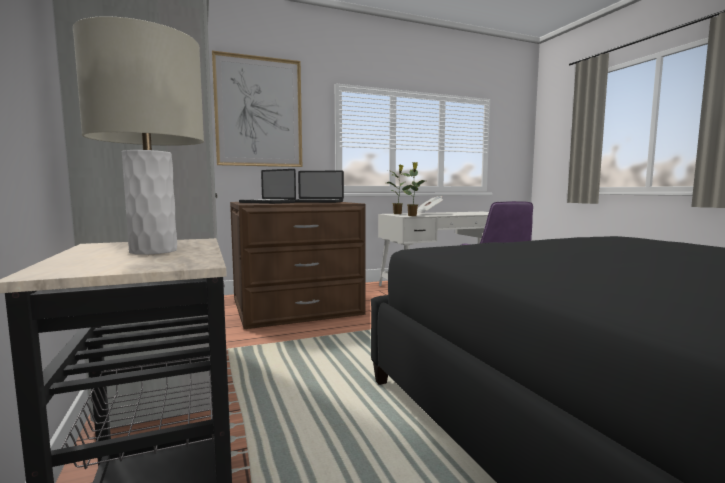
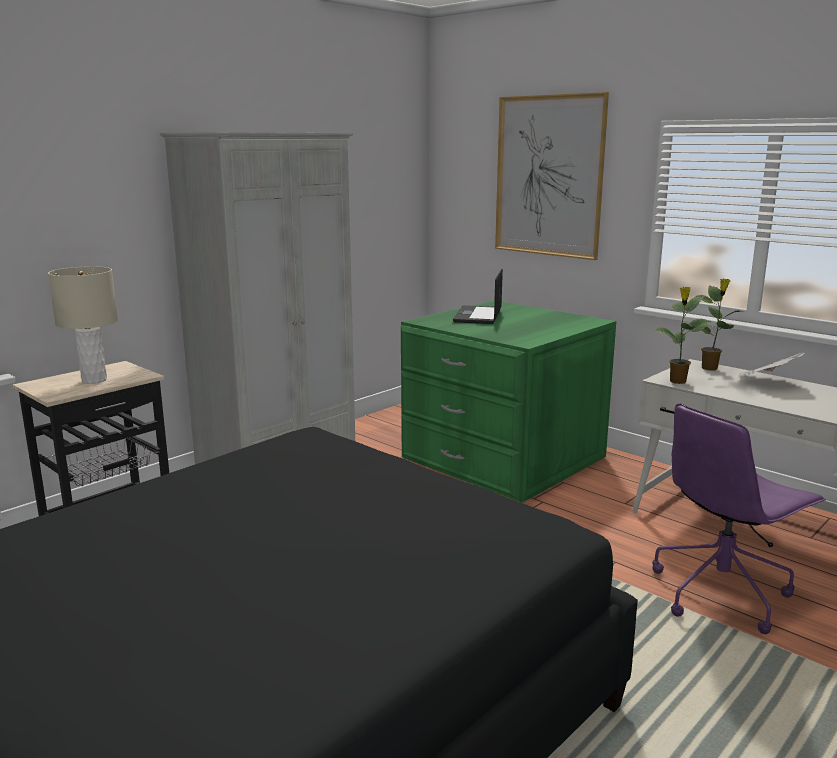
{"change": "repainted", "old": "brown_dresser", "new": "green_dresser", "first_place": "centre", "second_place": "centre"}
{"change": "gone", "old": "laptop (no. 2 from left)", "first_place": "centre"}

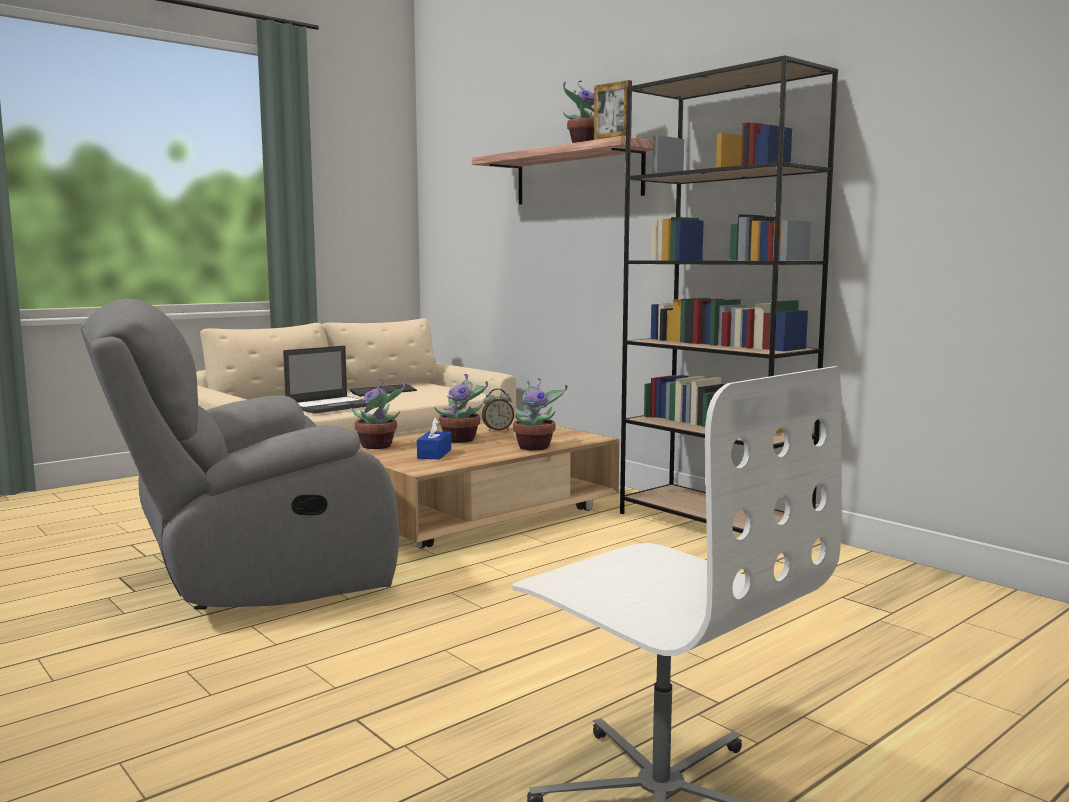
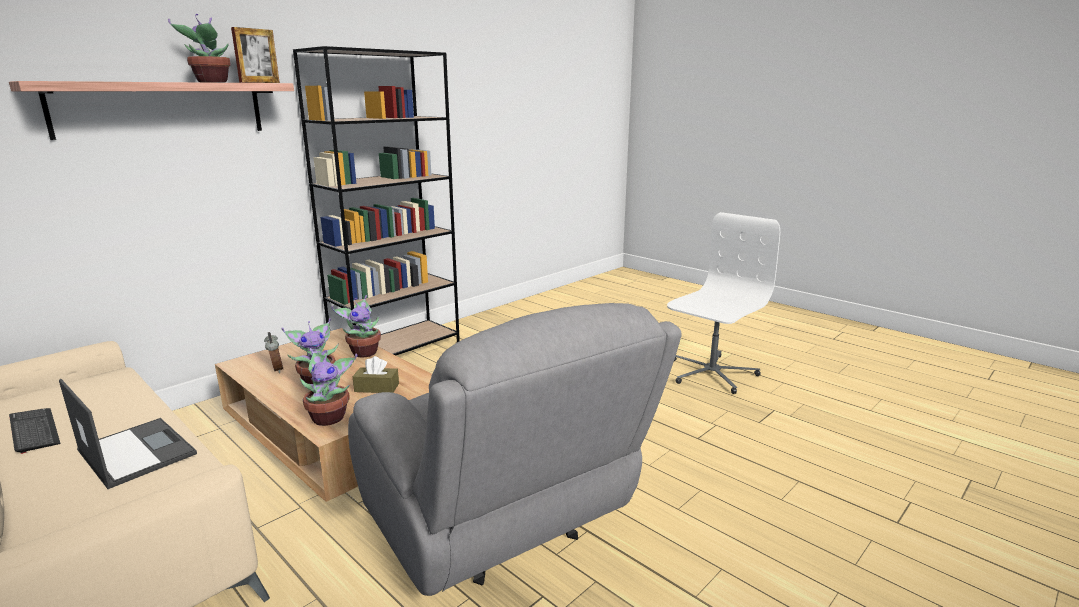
{"change": "repainted", "old": "blue_tissue_box", "new": "brown_tissue_box", "first_place": "centre", "second_place": "centre"}

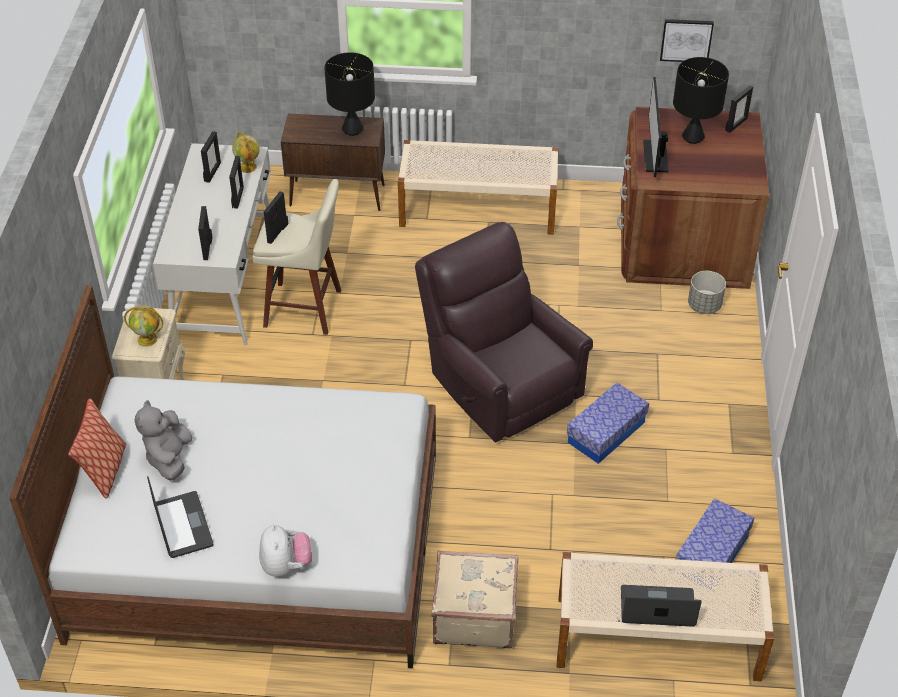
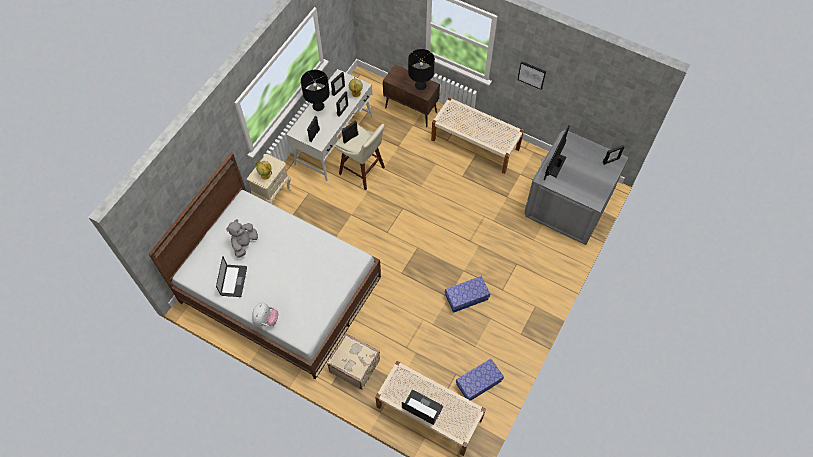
{"change": "shifted", "old": "black_table_lamp (no. 2 from left in the first image)", "new": "black_table_lamp (no. 1 from left)", "first_place": "top right", "second_place": "top centre"}
{"change": "shifted", "old": "picture", "first_place": "top right", "second_place": "top centre"}
{"change": "repainted", "old": "brown_dresser", "new": "grey_dresser", "first_place": "top right", "second_place": "middle right"}
{"change": "gone", "old": "pillow", "first_place": "middle left"}
{"change": "gone", "old": "brown_armchair", "first_place": "centre"}
{"change": "gone", "old": "grey_planter", "first_place": "middle right"}

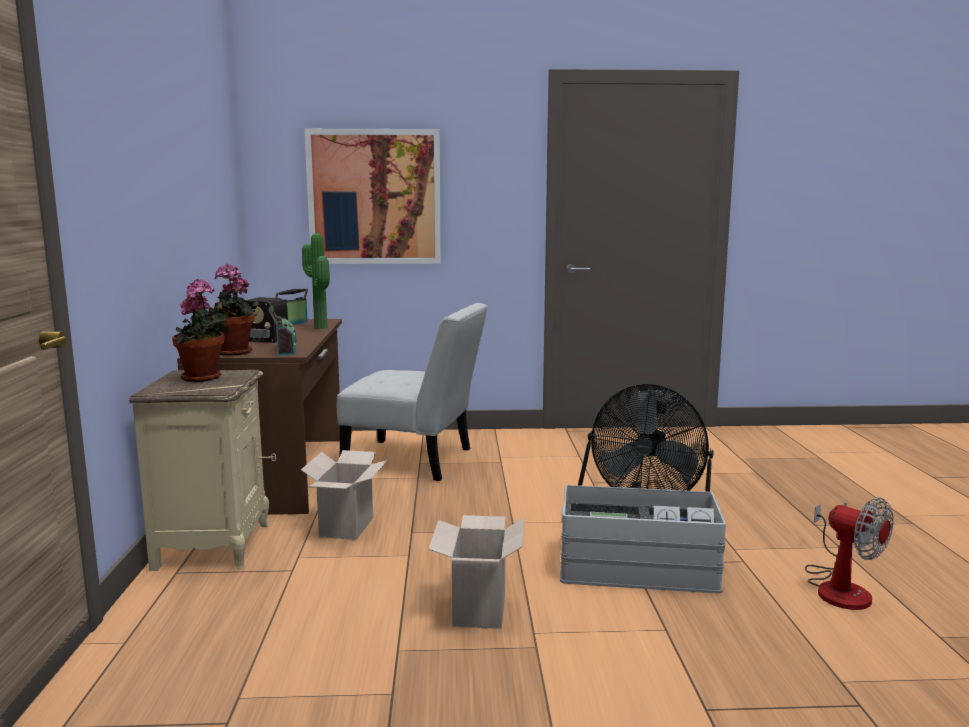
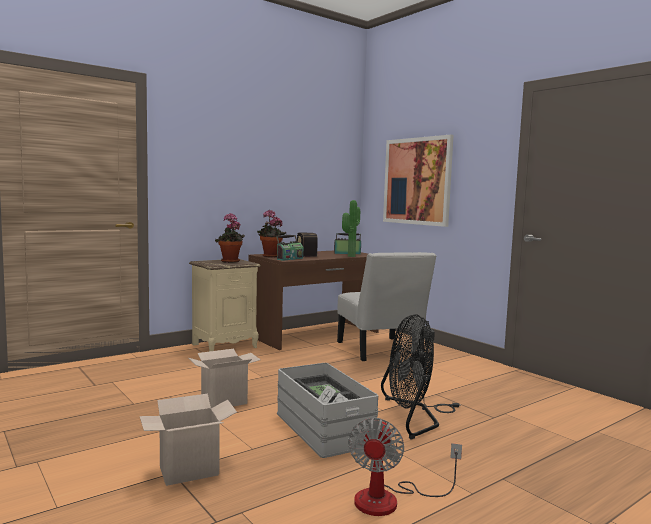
{"change": "shifted", "old": "cardboard_box (no. 1 from left)", "first_place": "bottom centre", "second_place": "bottom left"}

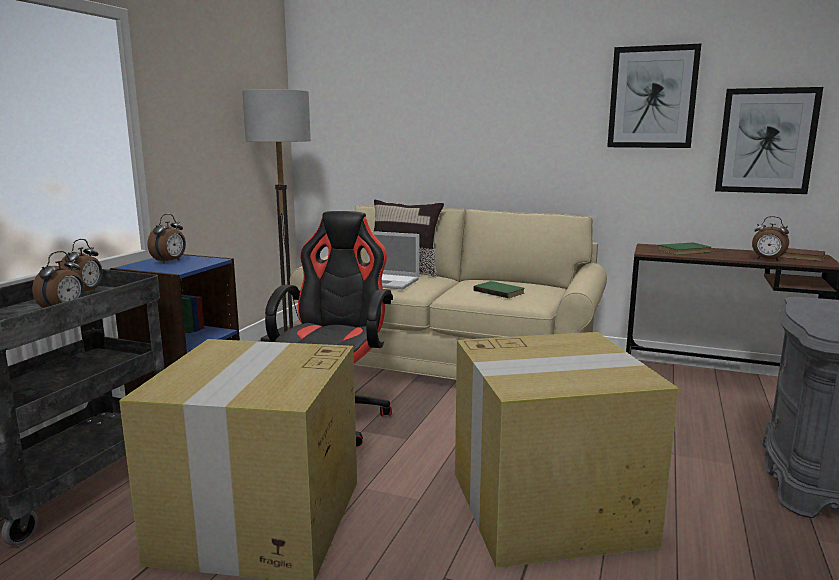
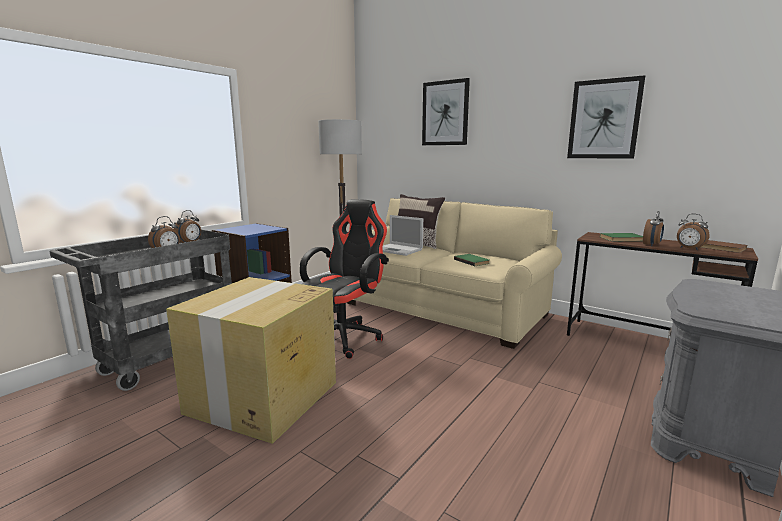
{"change": "shifted", "old": "picture (no. 2 from left in the first image)", "new": "picture (no. 1 from left)", "first_place": "top right", "second_place": "top centre"}
{"change": "shifted", "old": "alarm_clock (no. 3 from left)", "first_place": "middle left", "second_place": "middle right"}
{"change": "gone", "old": "cardboard_box (no. 2 from left)", "first_place": "bottom right"}

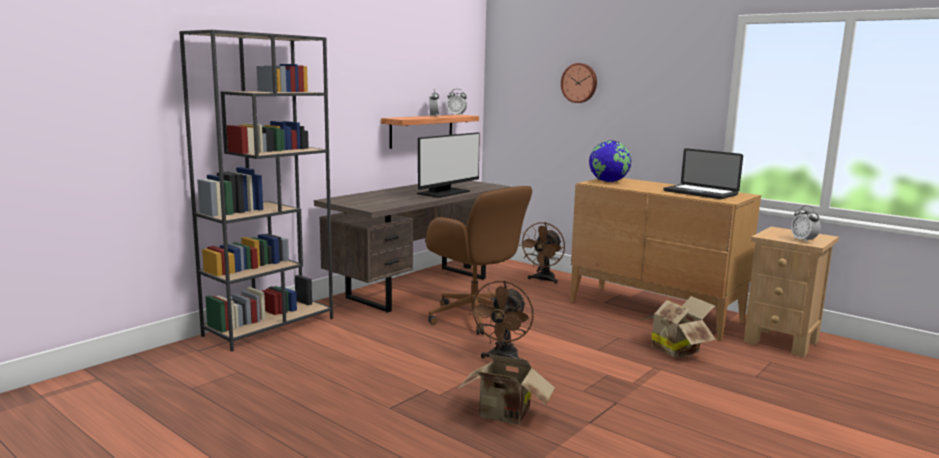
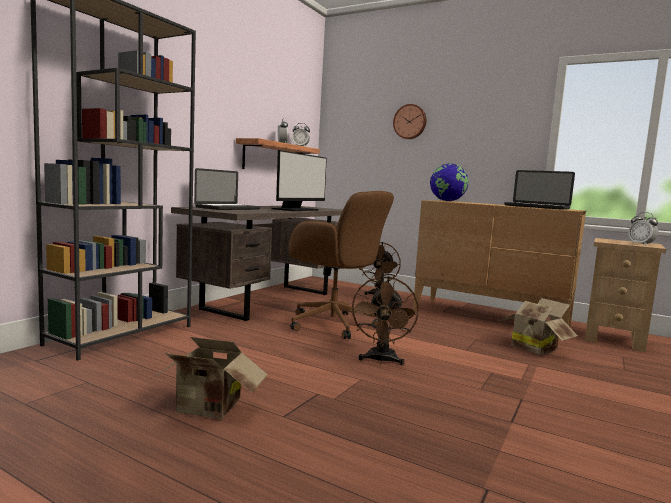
{"change": "shifted", "old": "cardboard_box (no. 1 from left)", "first_place": "bottom centre", "second_place": "bottom left"}
{"change": "new", "new": "laptop (no. 1 from left)", "second_place": "centre"}

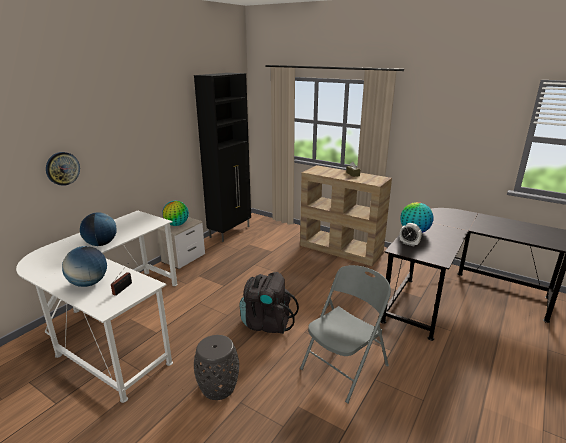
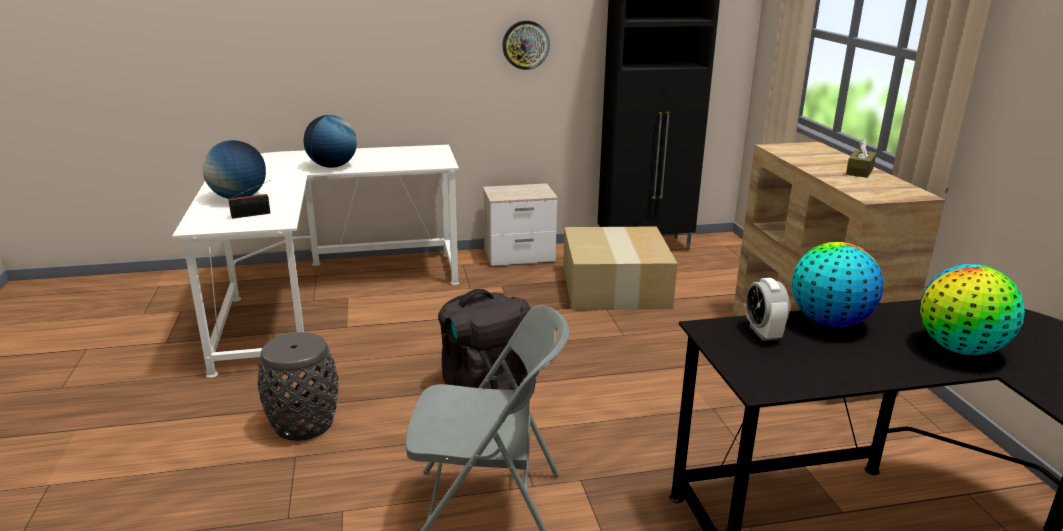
{"change": "shifted", "old": "wall_clock", "first_place": "middle left", "second_place": "top centre"}
{"change": "new", "new": "cardboard_box", "second_place": "centre"}
{"change": "shifted", "old": "globe (no. 3 from left in the first image)", "new": "globe (no. 4 from left)", "first_place": "middle left", "second_place": "middle right"}

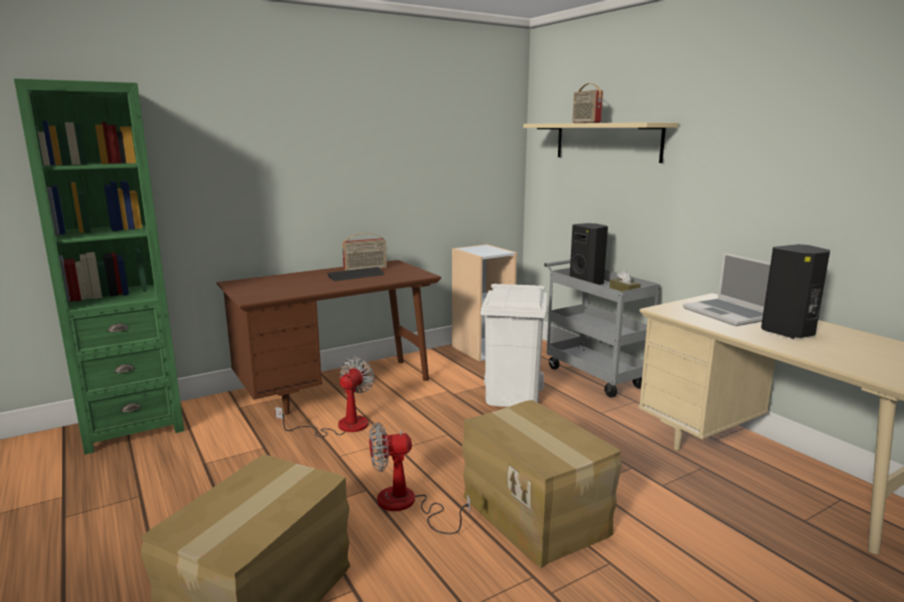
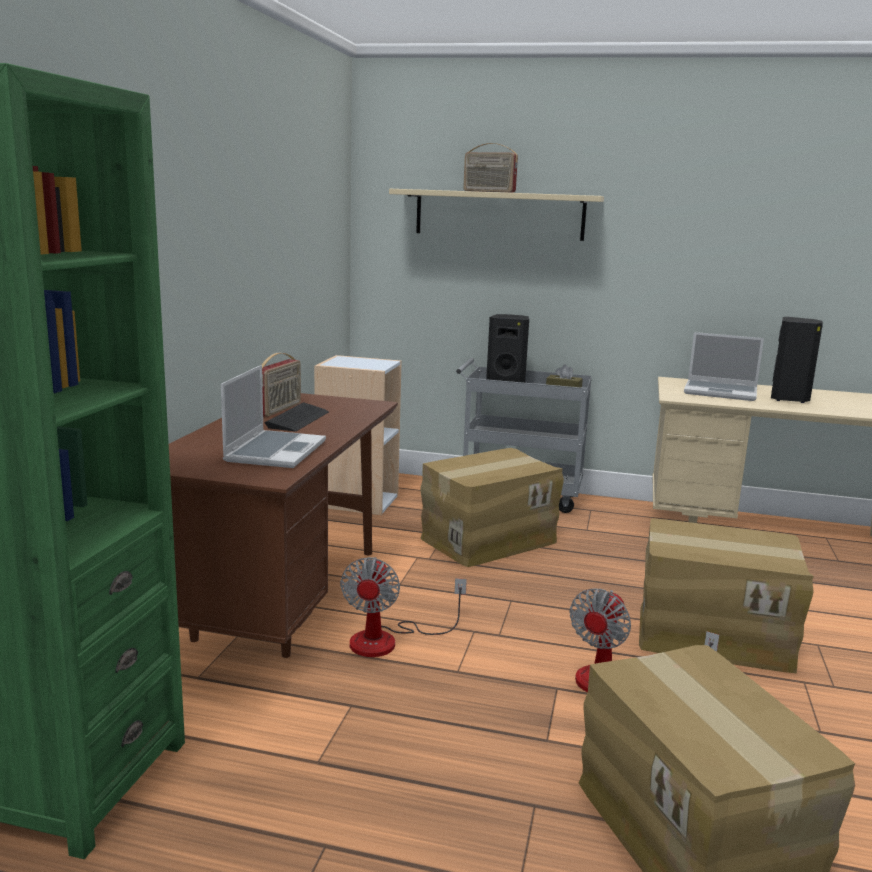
{"change": "new", "new": "laptop (no. 1 from left)", "second_place": "middle left"}
{"change": "rotated", "old": "fan (no. 1 from left)", "first_place": "centre", "second_place": "bottom centre", "degrees": -150}
{"change": "swapped", "old": "white_trash_can", "new": "cardboard_box (no. 1 from left)", "first_place": "centre", "second_place": "centre"}

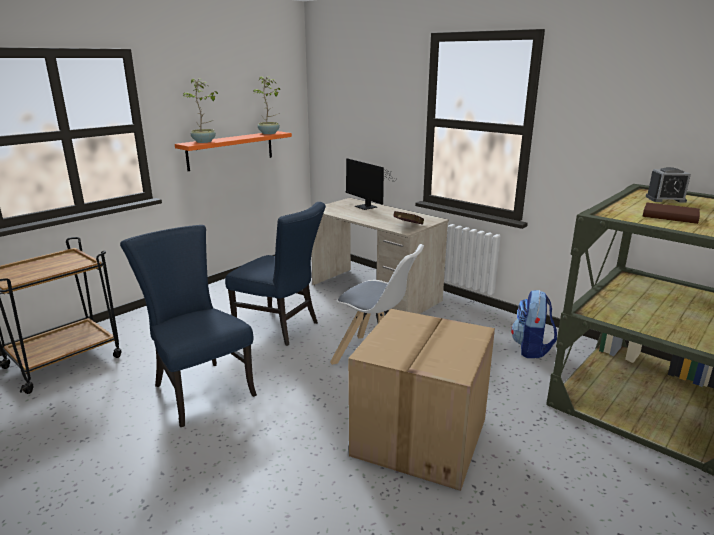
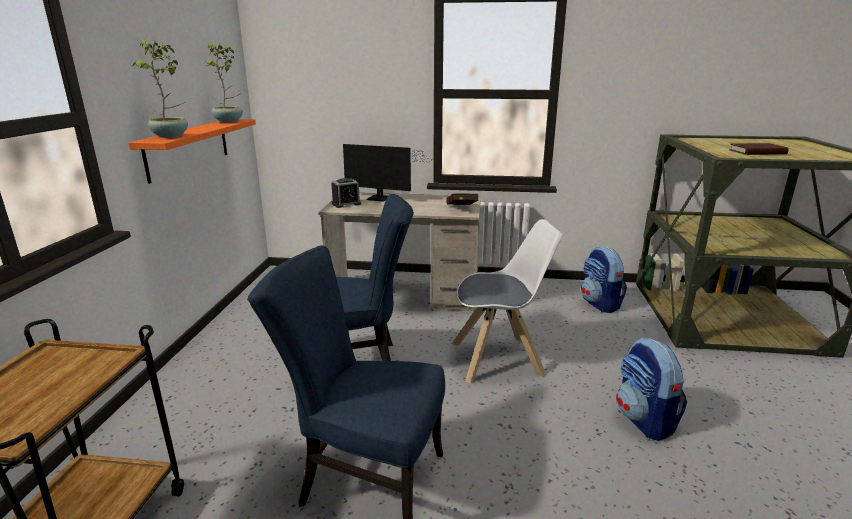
{"change": "shifted", "old": "alarm_clock", "first_place": "middle right", "second_place": "centre"}
{"change": "swapped", "old": "cardboard_box", "new": "backpack (no. 2 from left)", "first_place": "bottom centre", "second_place": "bottom right"}

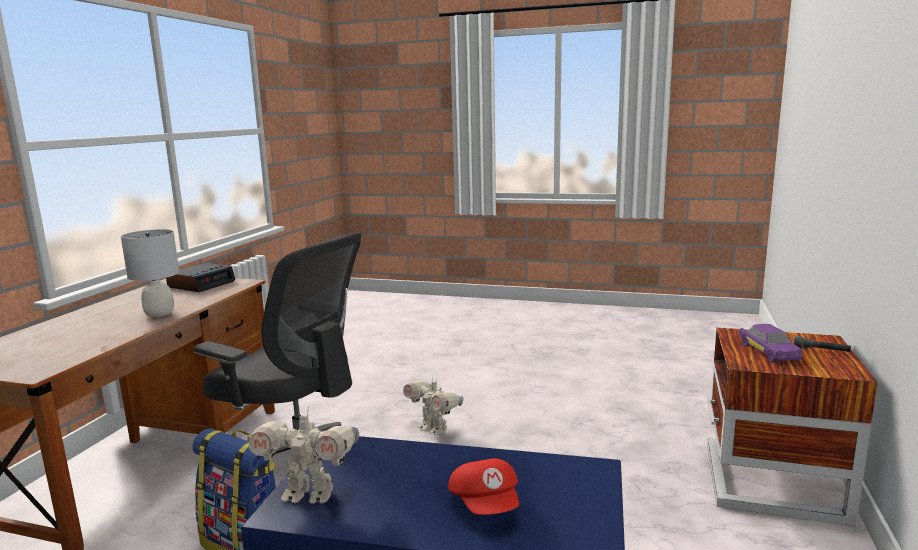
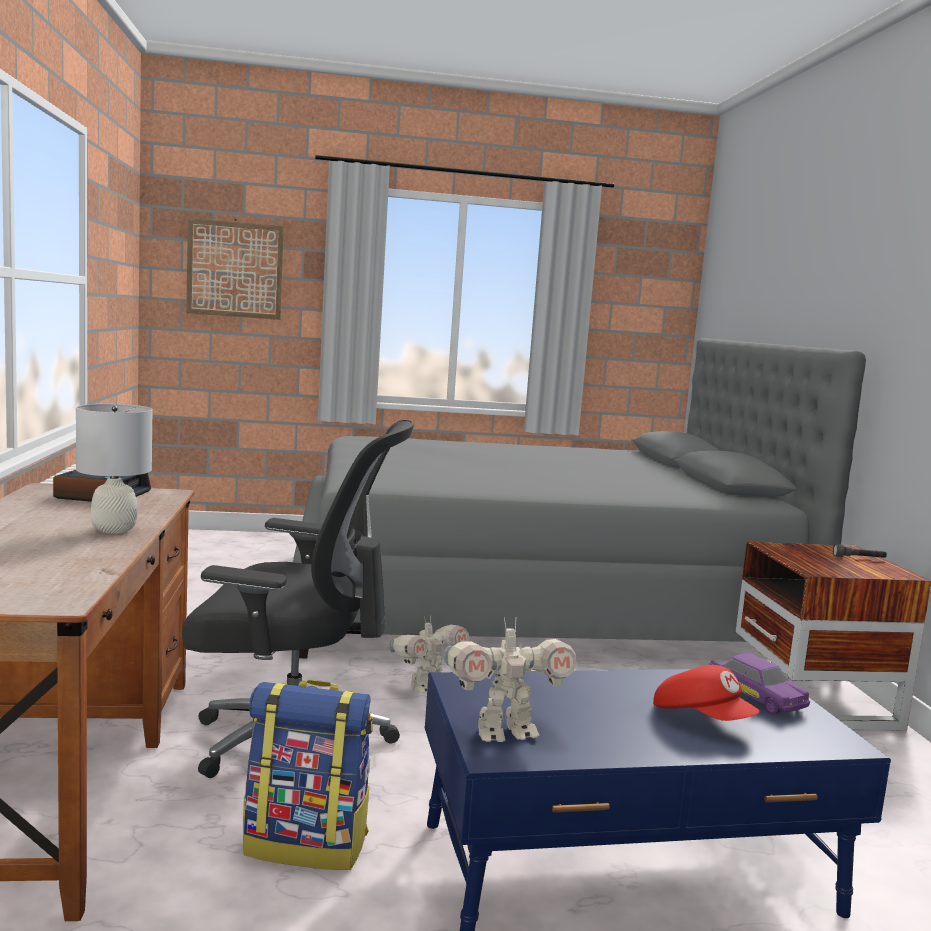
{"change": "new", "new": "picture", "second_place": "top left"}
{"change": "new", "new": "grey_bed", "second_place": "centre"}
{"change": "rotated", "old": "toy_robot (no. 2 from left in the first image)", "first_place": "bottom centre", "second_place": "bottom centre", "degrees": -60}
{"change": "shifted", "old": "purple_toy_car", "first_place": "middle right", "second_place": "bottom right"}

